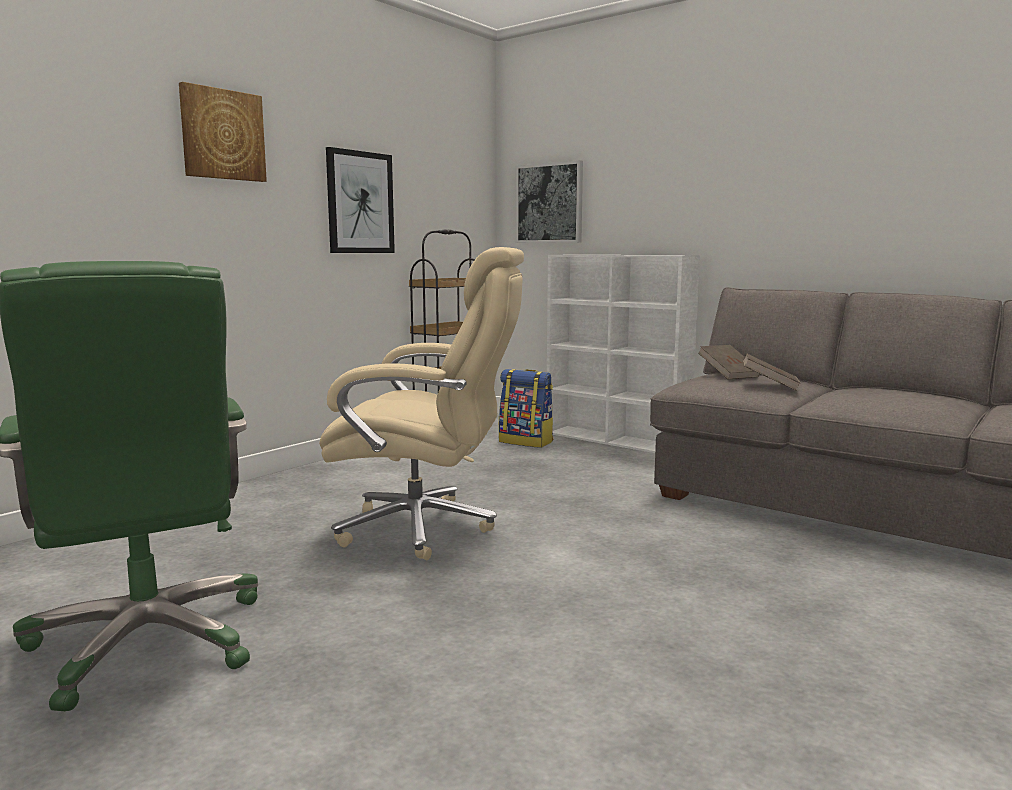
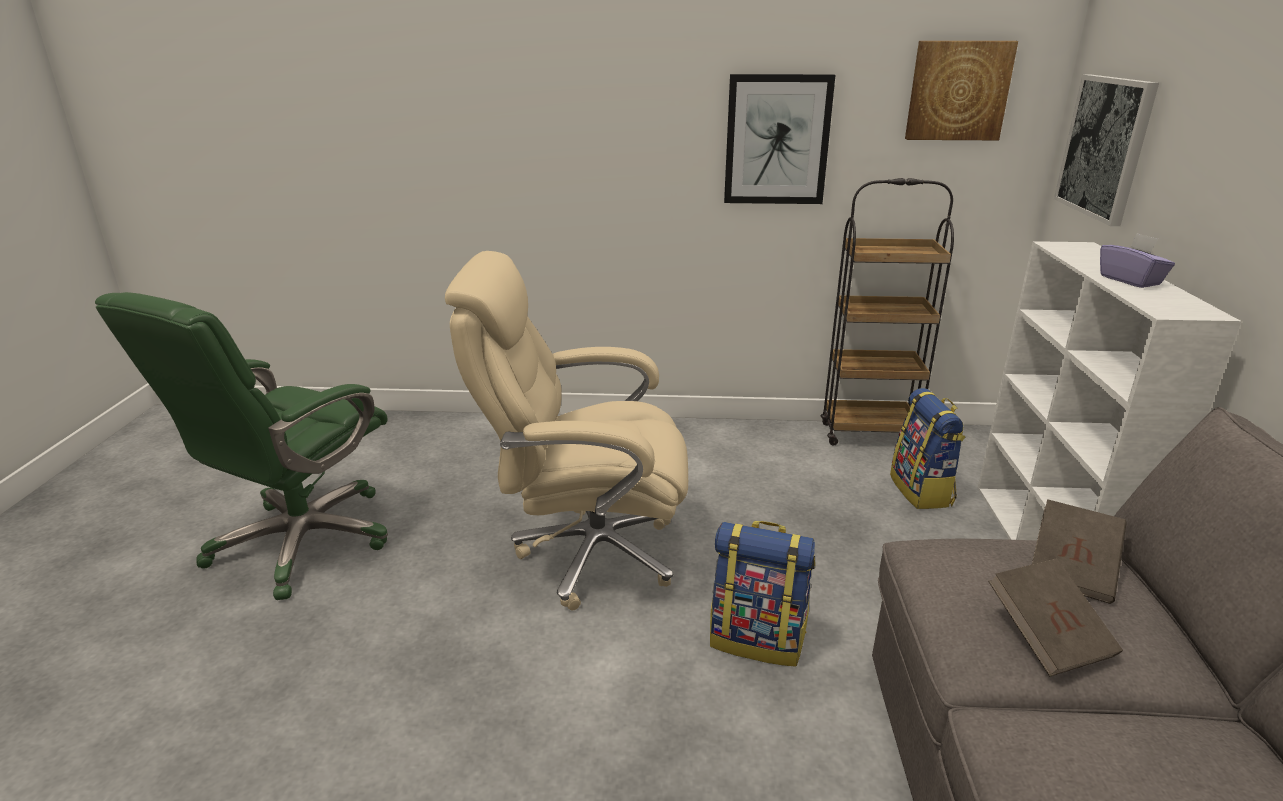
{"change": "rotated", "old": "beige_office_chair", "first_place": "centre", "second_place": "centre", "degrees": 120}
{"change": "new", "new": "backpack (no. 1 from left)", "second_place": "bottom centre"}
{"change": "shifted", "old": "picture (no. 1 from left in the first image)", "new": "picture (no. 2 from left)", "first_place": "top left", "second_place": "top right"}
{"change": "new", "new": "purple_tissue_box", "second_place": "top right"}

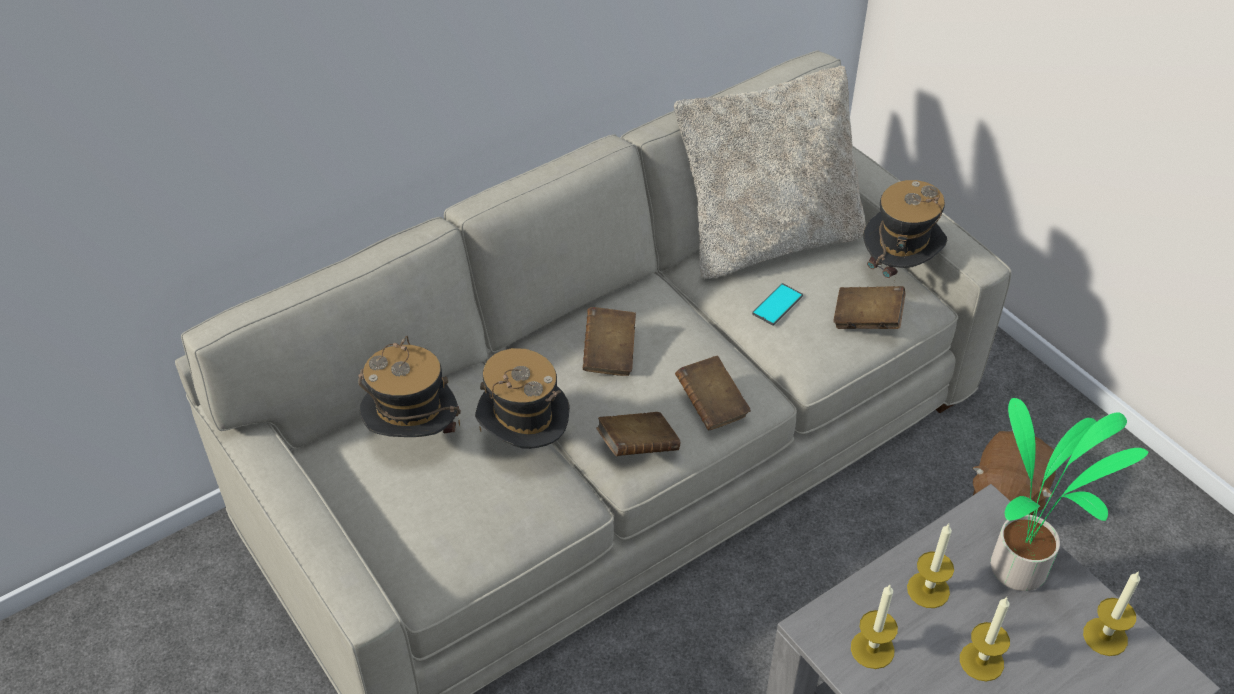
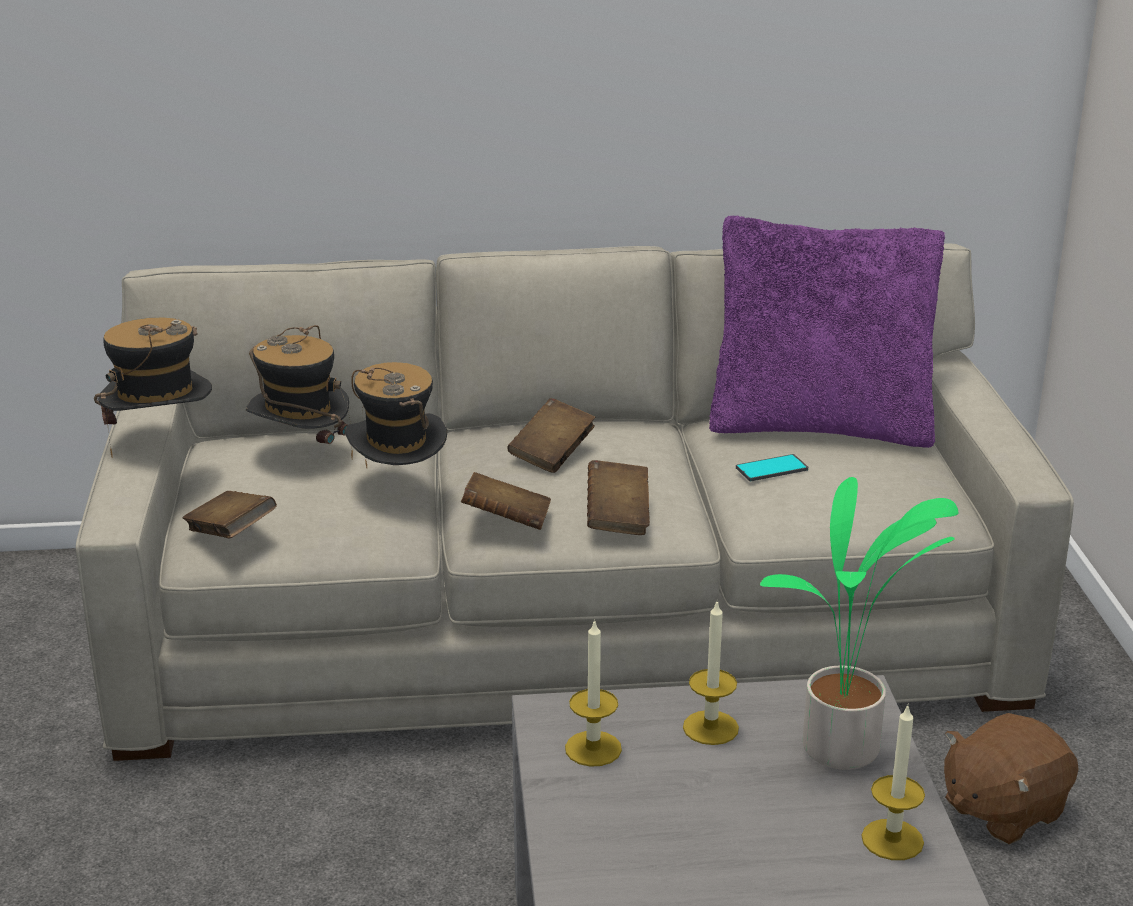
{"change": "shifted", "old": "hat (no. 3 from left in the first image)", "new": "hat (no. 1 from left)", "first_place": "middle right", "second_place": "middle left"}
{"change": "shifted", "old": "brown_book (no. 4 from left in the first image)", "new": "brown_book (no. 1 from left)", "first_place": "middle right", "second_place": "middle left"}
{"change": "repainted", "old": "beige_pillow", "new": "purple_pillow", "first_place": "top centre", "second_place": "middle right"}
{"change": "gone", "old": "candle (no. 3 from left)", "first_place": "bottom right"}

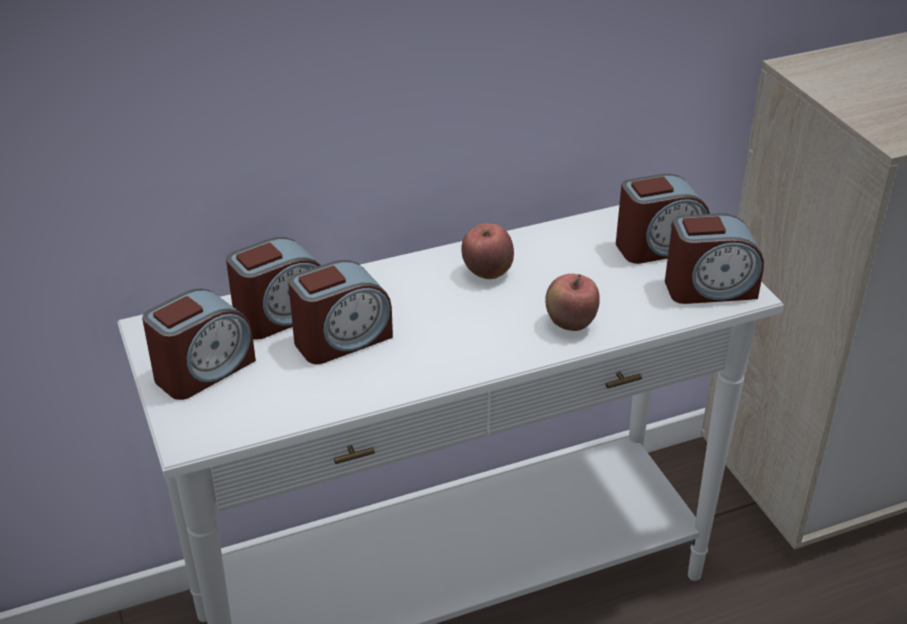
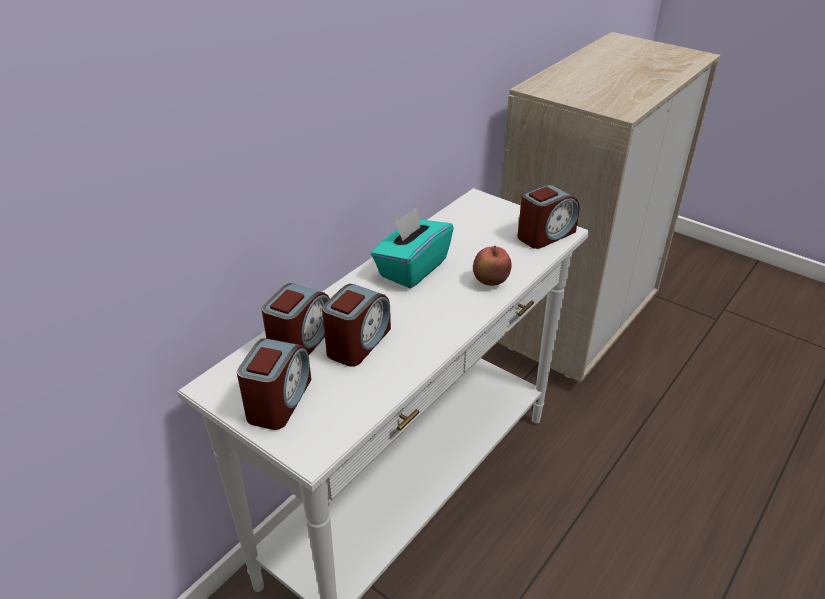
{"change": "swapped", "old": "apple (no. 1 from left)", "new": "turquoise_tissue_box", "first_place": "centre", "second_place": "centre"}
{"change": "gone", "old": "alarm_clock (no. 4 from left)", "first_place": "middle right"}

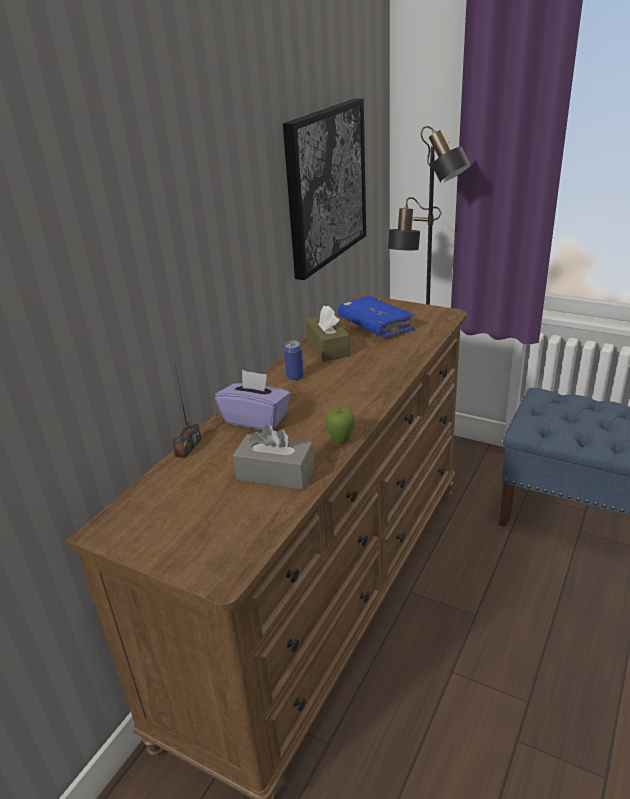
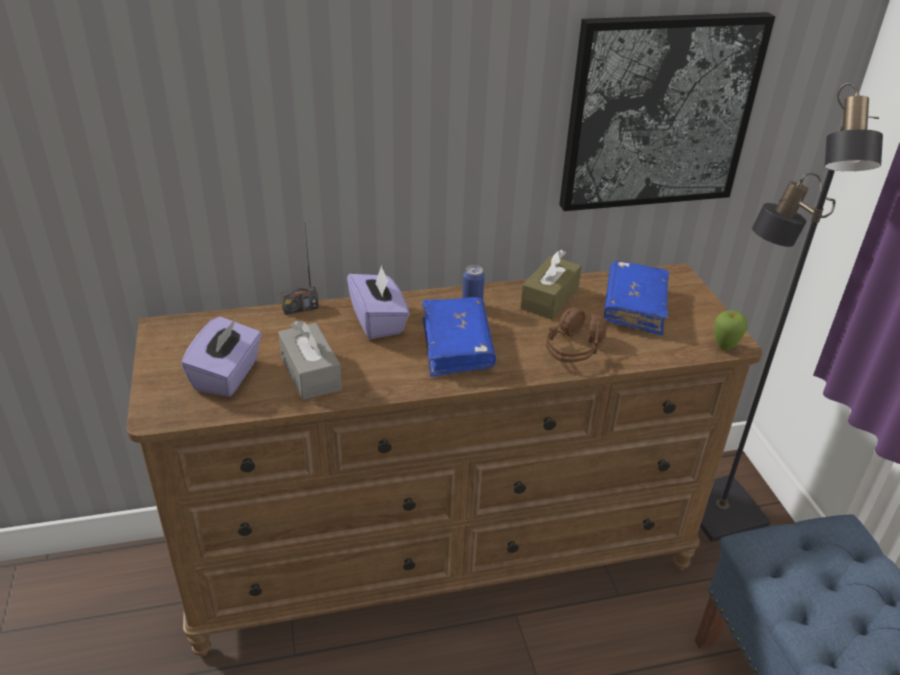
{"change": "new", "new": "purple_tissue_box (no. 1 from left)", "second_place": "middle left"}
{"change": "new", "new": "blue_book (no. 1 from left)", "second_place": "centre"}
{"change": "new", "new": "brown_headphones", "second_place": "centre"}
{"change": "shifted", "old": "apple", "first_place": "centre", "second_place": "middle right"}

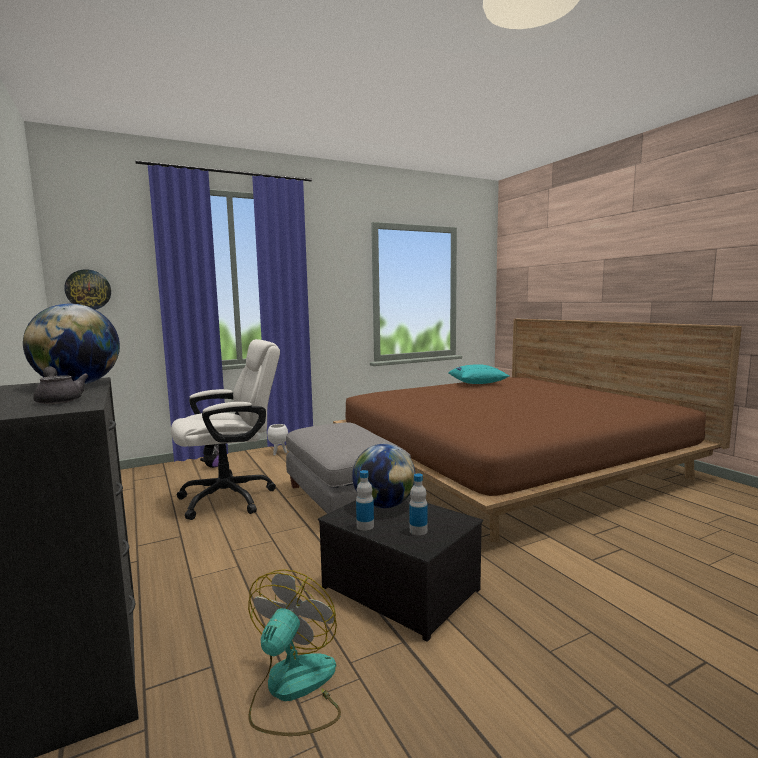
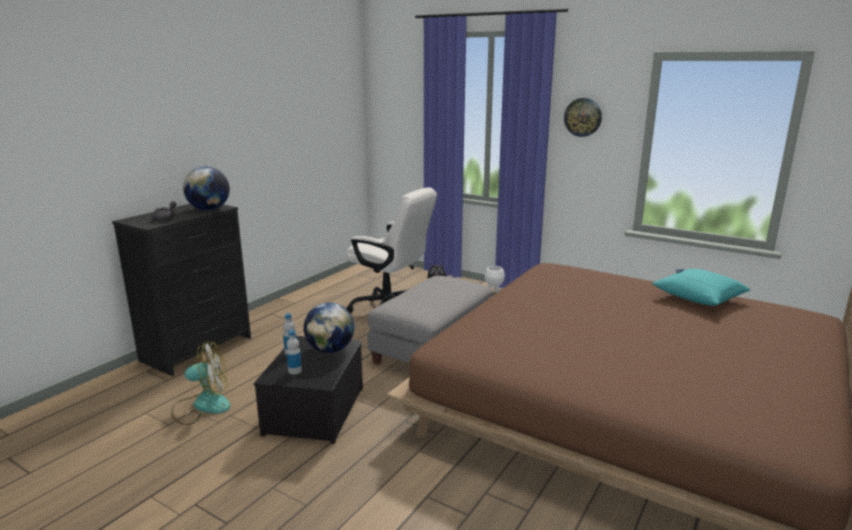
{"change": "shifted", "old": "wall_clock", "first_place": "middle left", "second_place": "top right"}

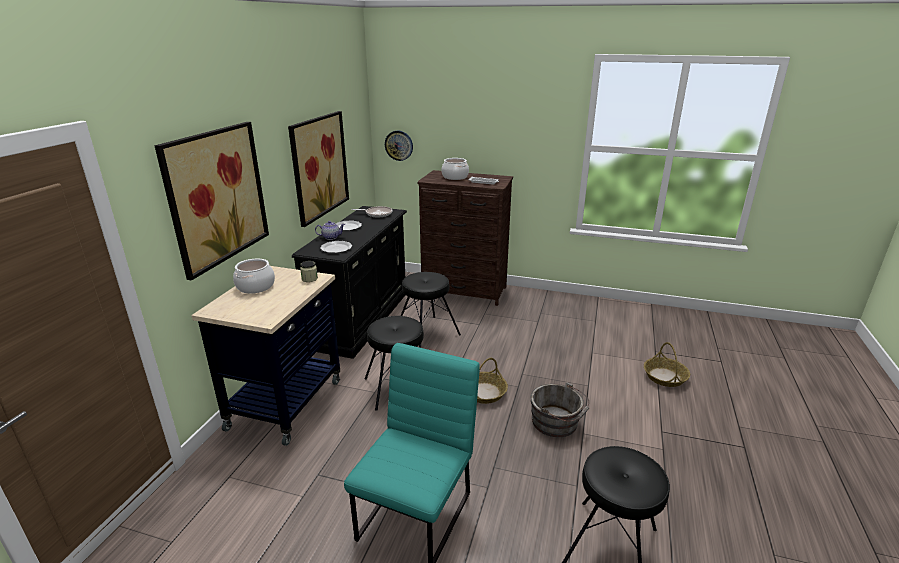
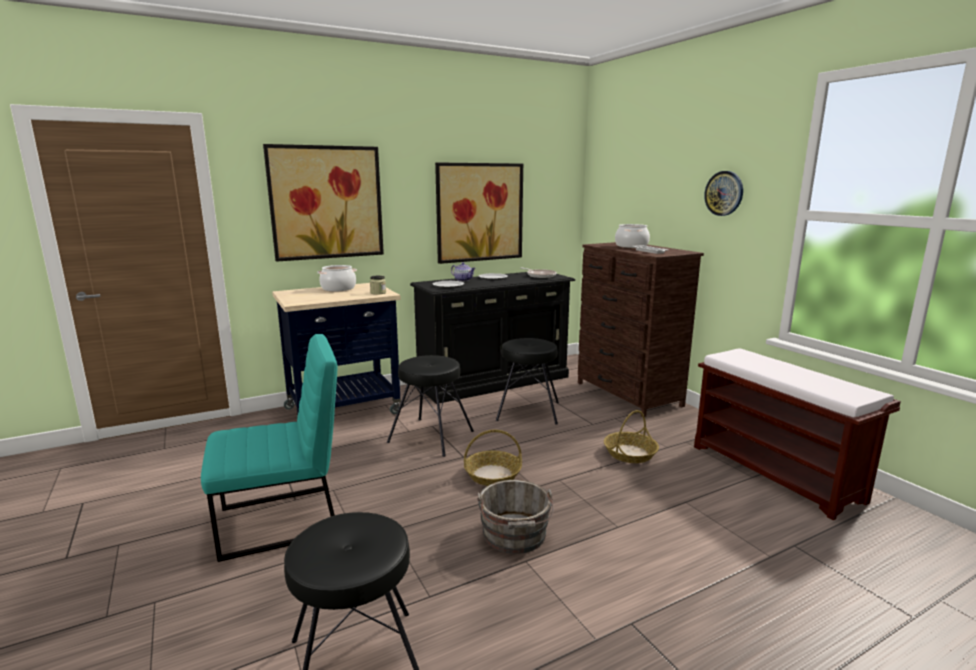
{"change": "shifted", "old": "basket (no. 2 from left)", "first_place": "middle right", "second_place": "centre"}
{"change": "new", "new": "brown_bench", "second_place": "middle right"}
{"change": "shifted", "old": "wall_clock", "first_place": "top centre", "second_place": "top right"}

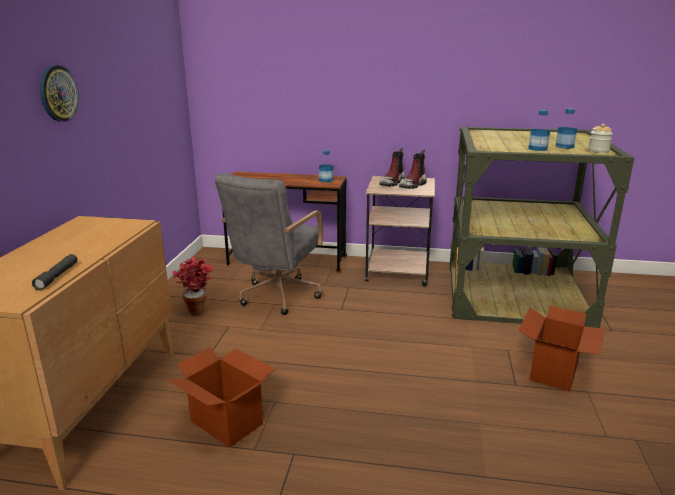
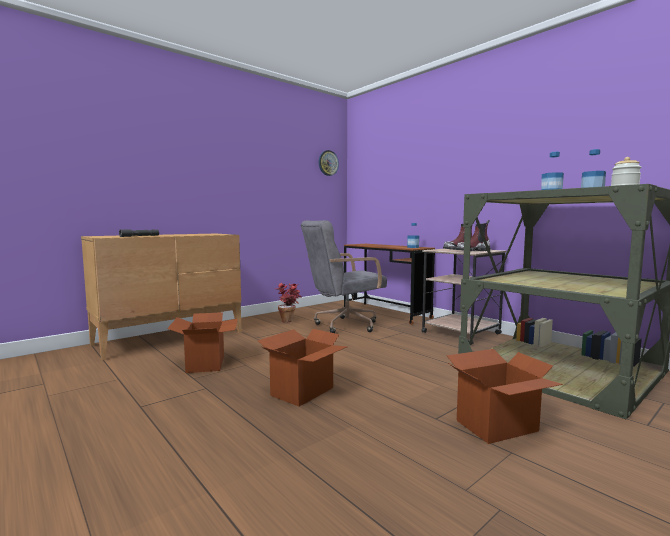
{"change": "new", "new": "cardboard_box (no. 2 from left)", "second_place": "bottom centre"}
{"change": "shifted", "old": "wall_clock", "first_place": "top left", "second_place": "top centre"}

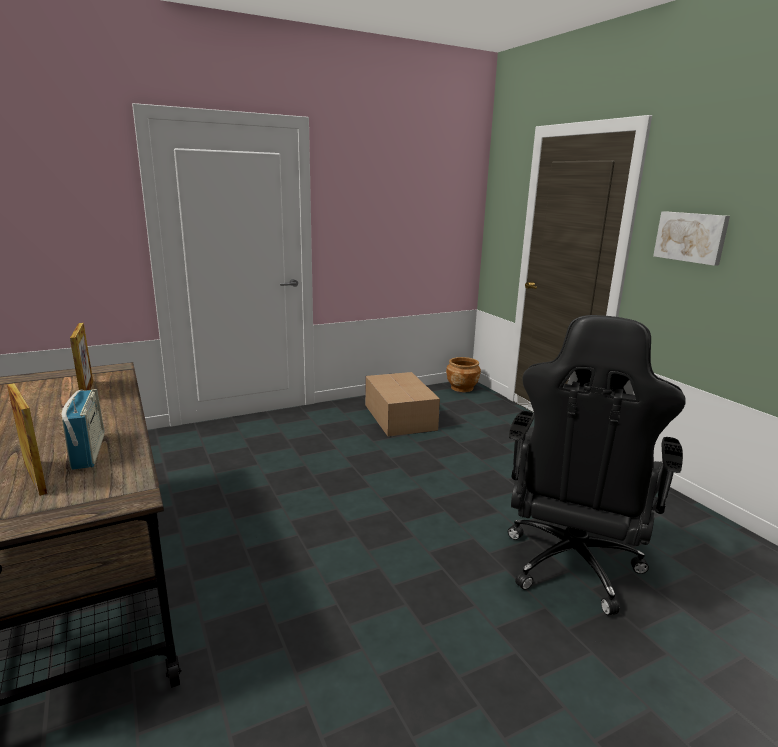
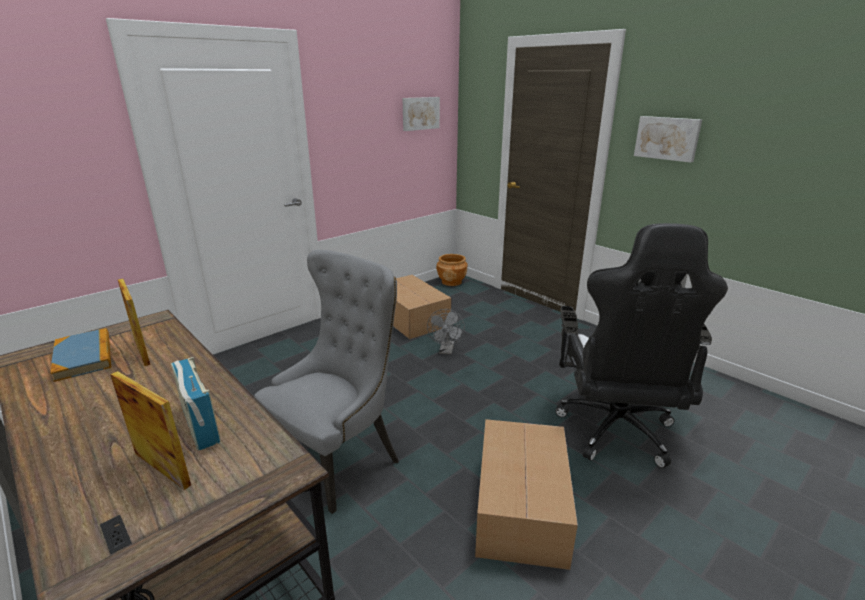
{"change": "new", "new": "book", "second_place": "middle left"}
{"change": "new", "new": "grey_chair", "second_place": "centre"}
{"change": "new", "new": "picture (no. 1 from left)", "second_place": "top centre"}
{"change": "new", "new": "grey_fan", "second_place": "centre"}
{"change": "new", "new": "cardboard_box (no. 2 from left)", "second_place": "bottom centre"}

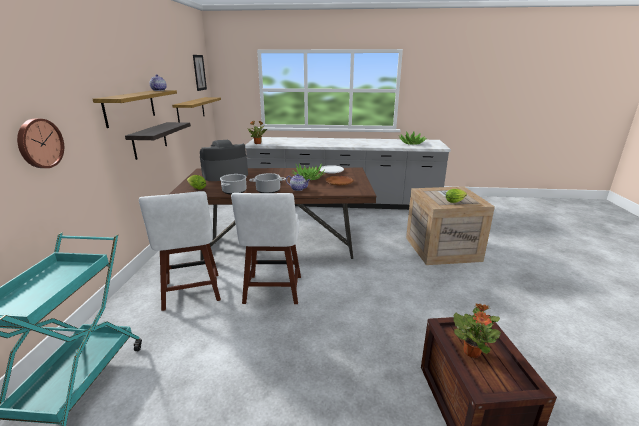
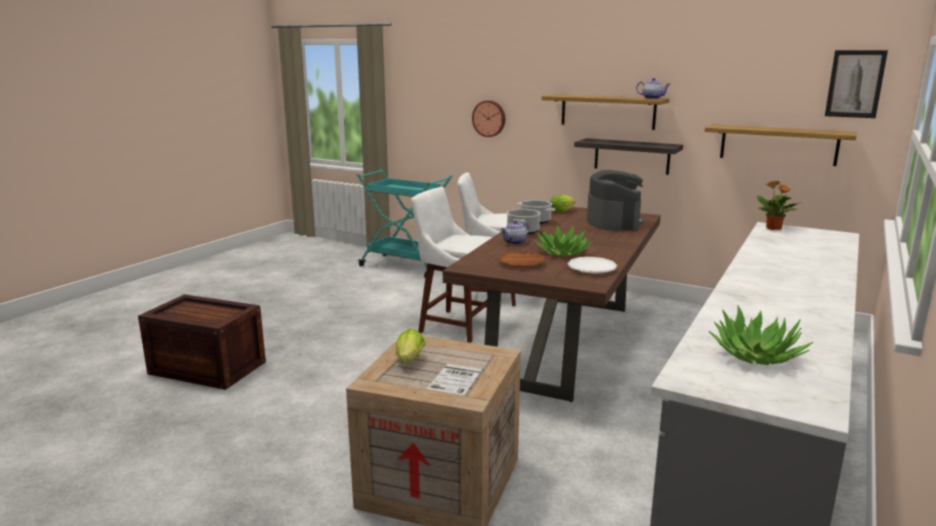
{"change": "gone", "old": "potted_plant (no. 4 from left)", "first_place": "bottom right"}

